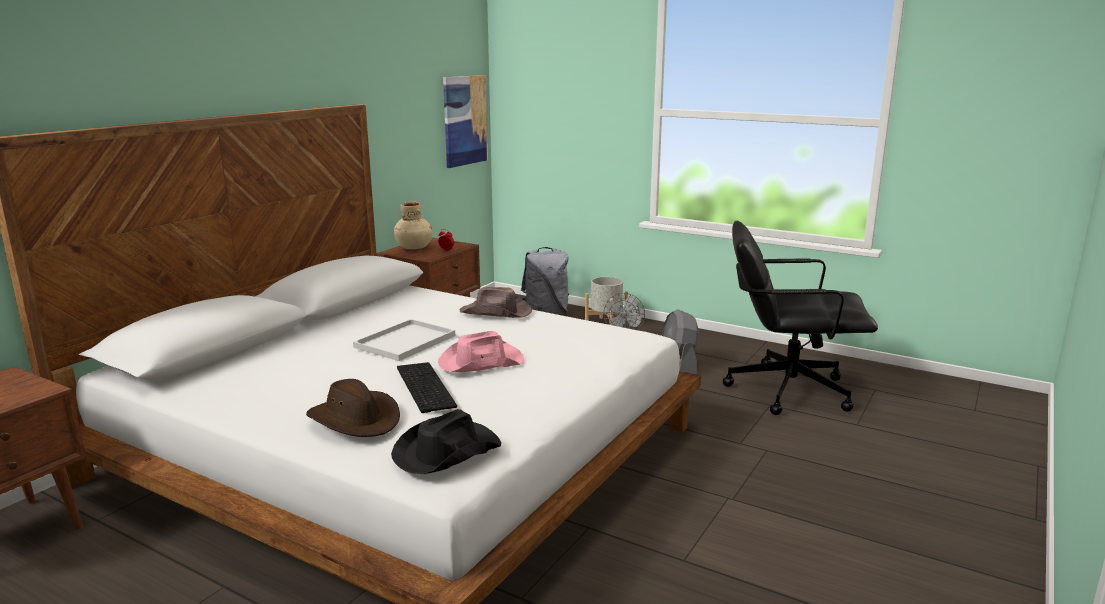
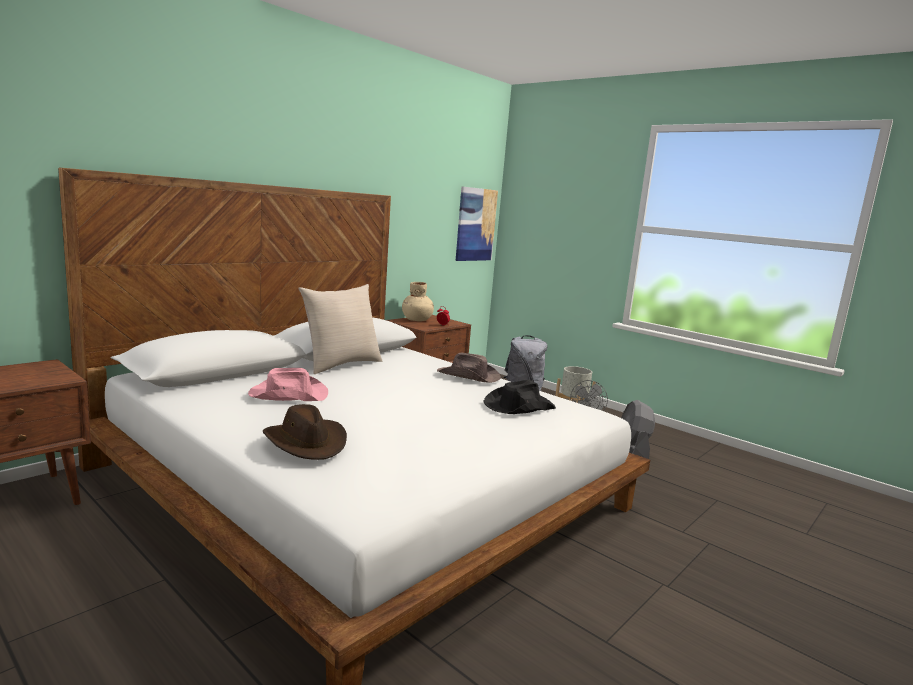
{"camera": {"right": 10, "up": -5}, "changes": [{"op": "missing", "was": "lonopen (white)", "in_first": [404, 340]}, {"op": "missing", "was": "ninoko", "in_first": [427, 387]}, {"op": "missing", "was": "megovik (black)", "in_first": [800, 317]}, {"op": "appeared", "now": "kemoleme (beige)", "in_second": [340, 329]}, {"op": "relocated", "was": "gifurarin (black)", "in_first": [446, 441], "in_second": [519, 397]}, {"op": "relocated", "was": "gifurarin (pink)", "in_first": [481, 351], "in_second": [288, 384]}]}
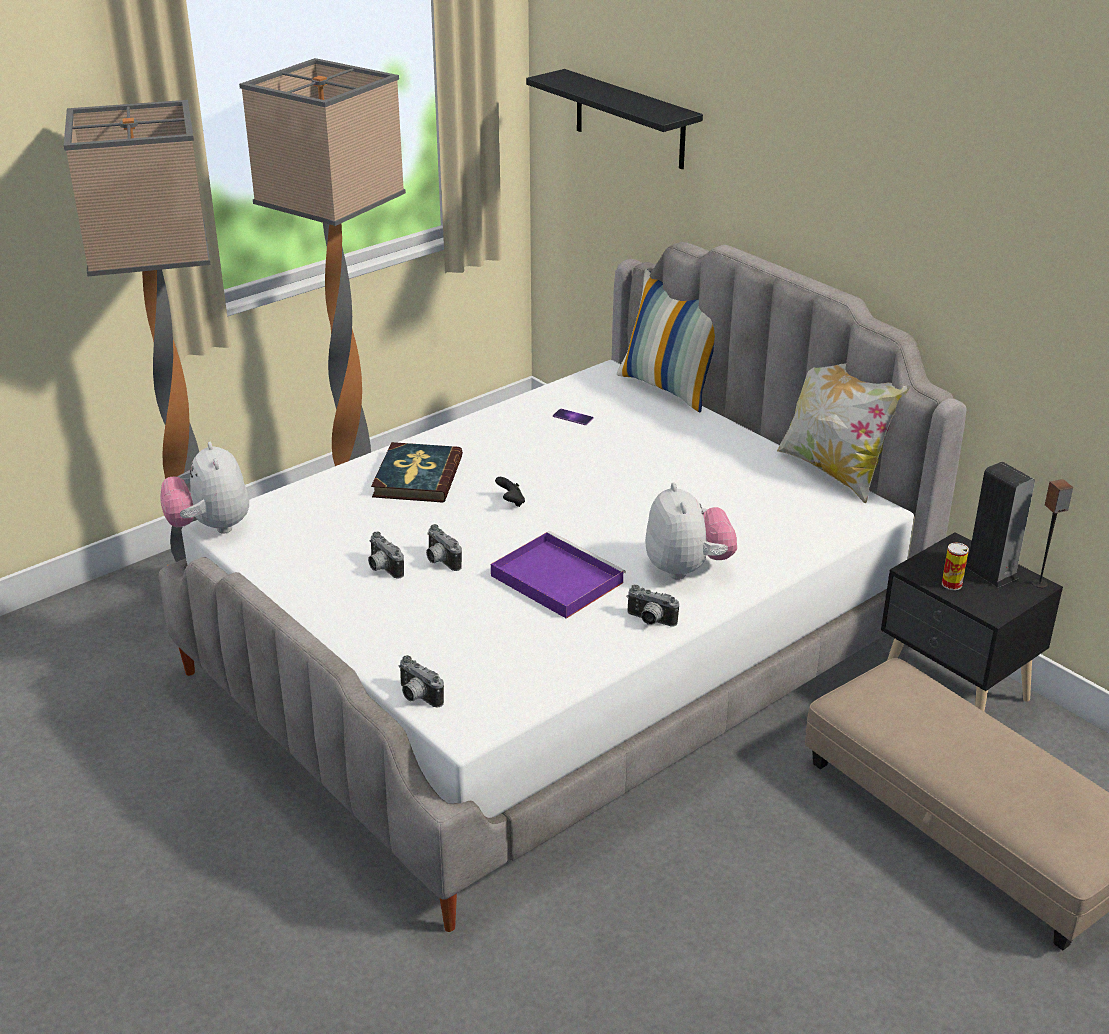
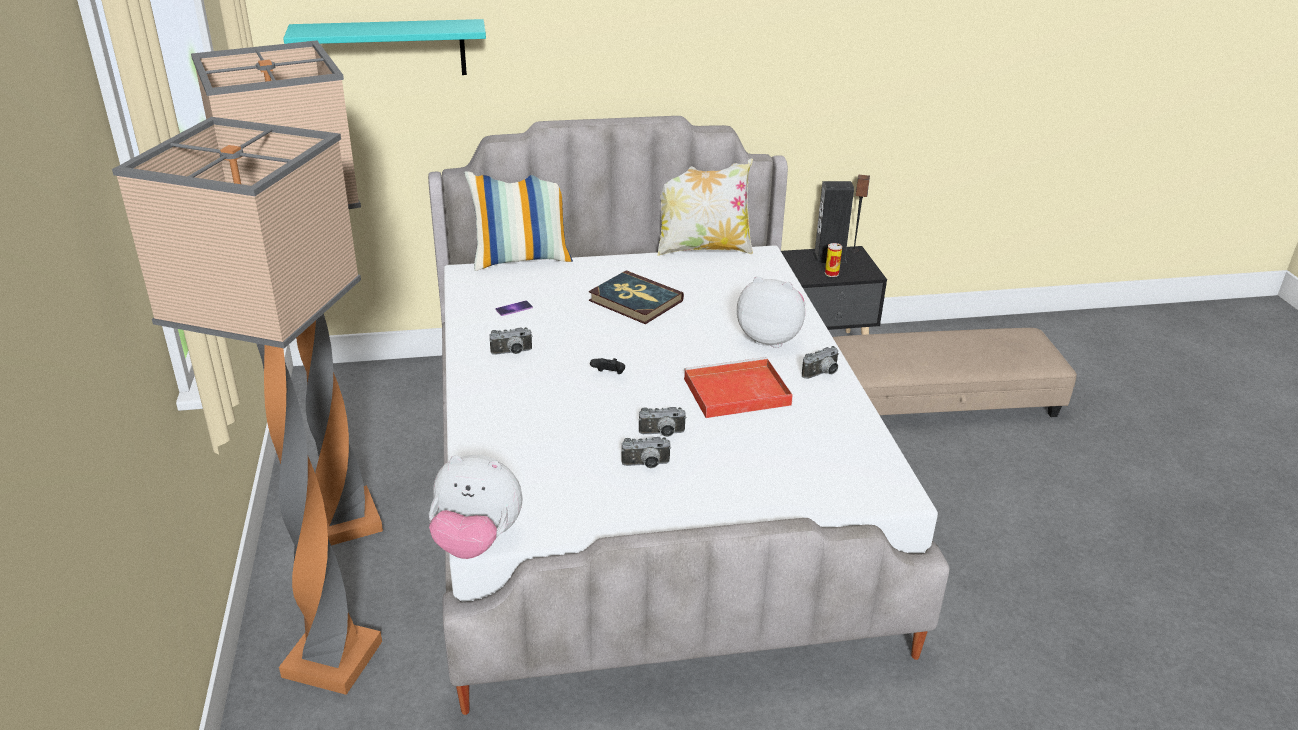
{"camera": {"right": -60, "up": 0}, "changes": [{"op": "relocated", "was": "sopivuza", "in_first": [417, 472], "in_second": [636, 297]}, {"op": "relocated", "was": "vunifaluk", "in_first": [421, 681], "in_second": [511, 341]}, {"op": "colour", "was": "lonopen (purple)", "now": "lonopen (red)", "in_first": [558, 575], "in_second": [738, 387]}, {"op": "colour", "was": "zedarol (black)", "now": "zedarol (turquoise)", "in_first": [614, 119], "in_second": [384, 47]}]}
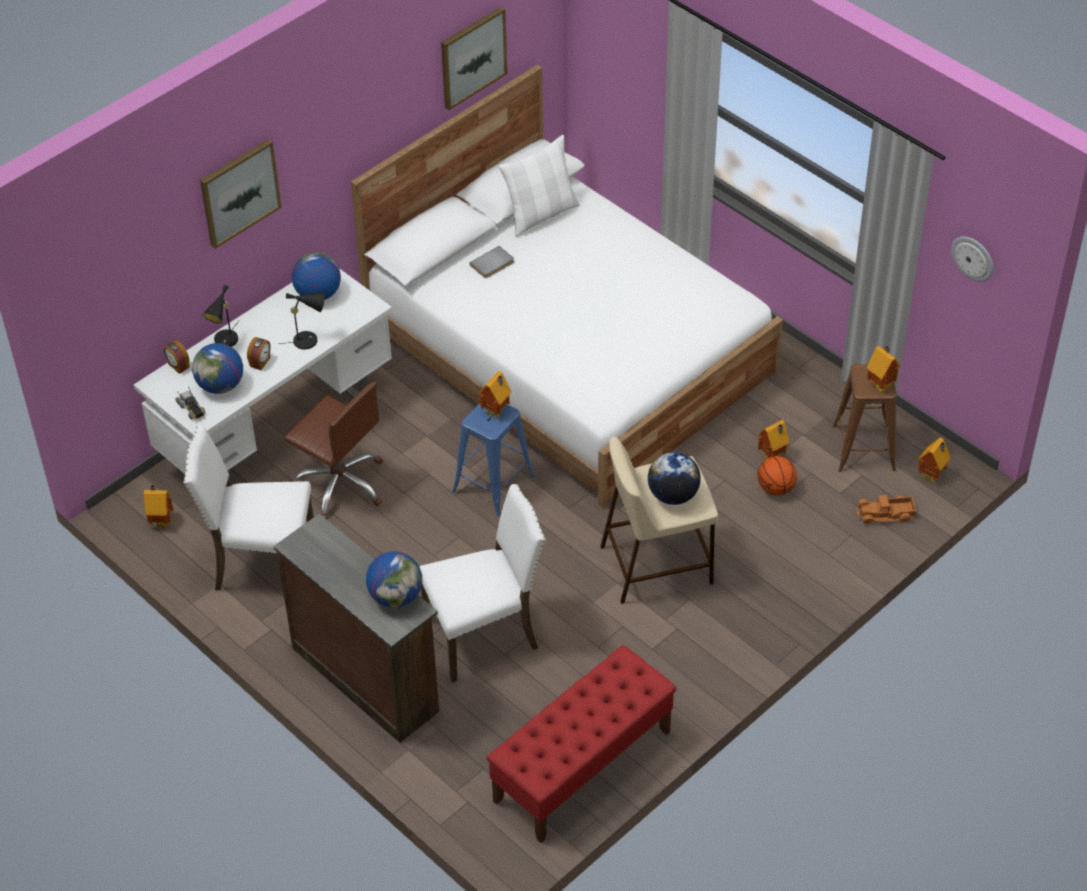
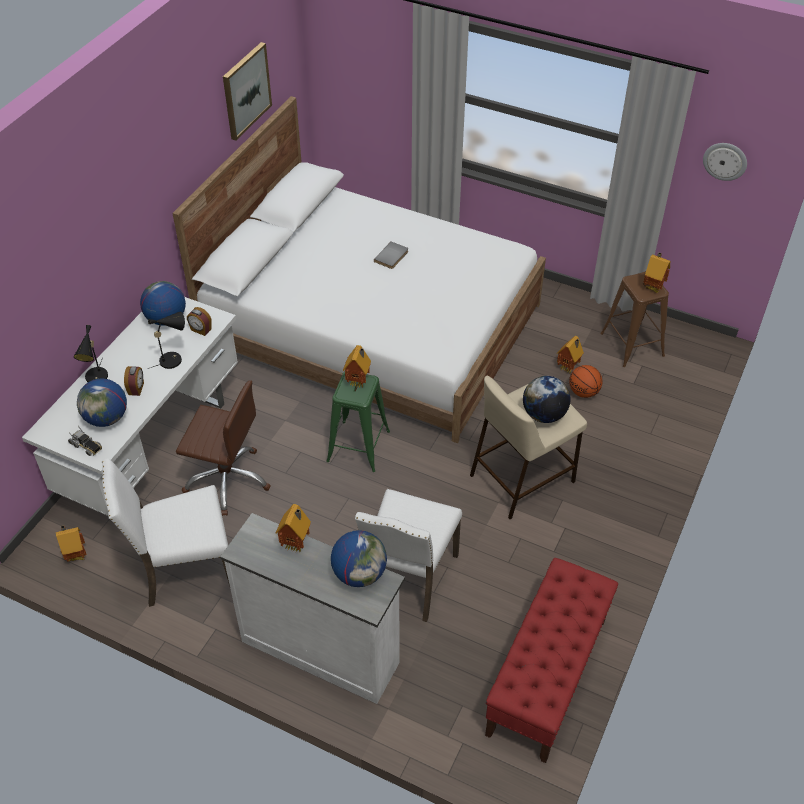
{"camera": {"right": -20, "up": 0}, "changes": [{"op": "missing", "was": "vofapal", "in_first": [241, 194]}, {"op": "missing", "was": "kemoleme (white)", "in_first": [539, 185]}, {"op": "missing", "was": "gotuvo", "in_first": [886, 509]}, {"op": "relocated", "was": "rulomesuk", "in_first": [177, 357], "in_second": [199, 321]}, {"op": "relocated", "was": "sopivuza (grey)", "in_first": [492, 262], "in_second": [391, 255]}, {"op": "relocated", "was": "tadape", "in_first": [934, 460], "in_second": [293, 528]}, {"op": "colour", "was": "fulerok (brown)", "now": "fulerok (white)", "in_first": [356, 628], "in_second": [312, 608]}, {"op": "colour", "was": "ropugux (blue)", "now": "ropugux (green)", "in_first": [493, 459], "in_second": [358, 421]}, {"op": "spun", "was": "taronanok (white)", "in_first": [482, 583], "in_second": [408, 555], "clockwise": 150}]}
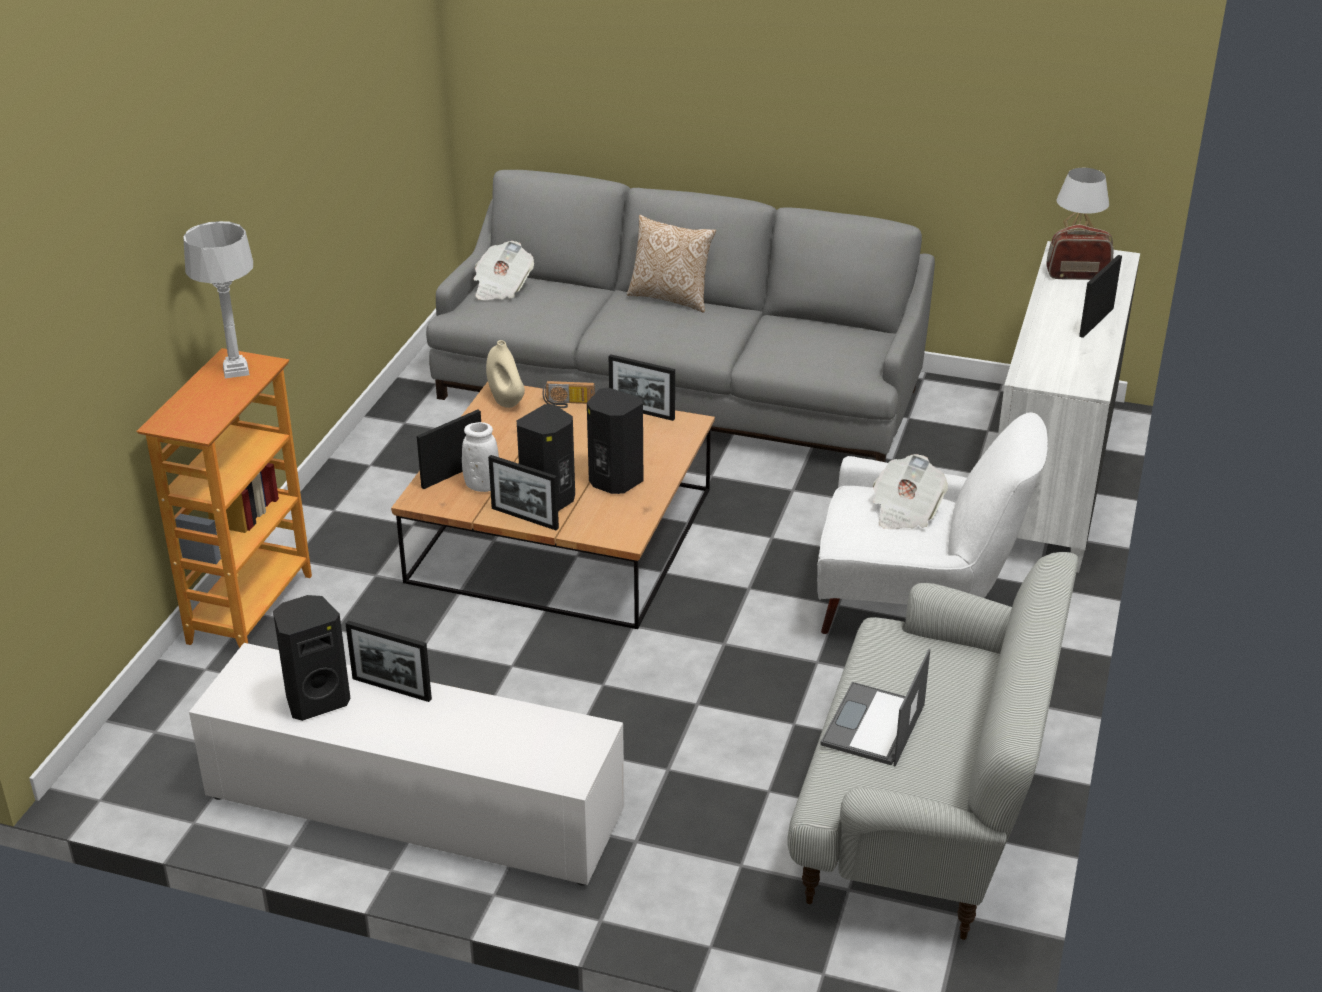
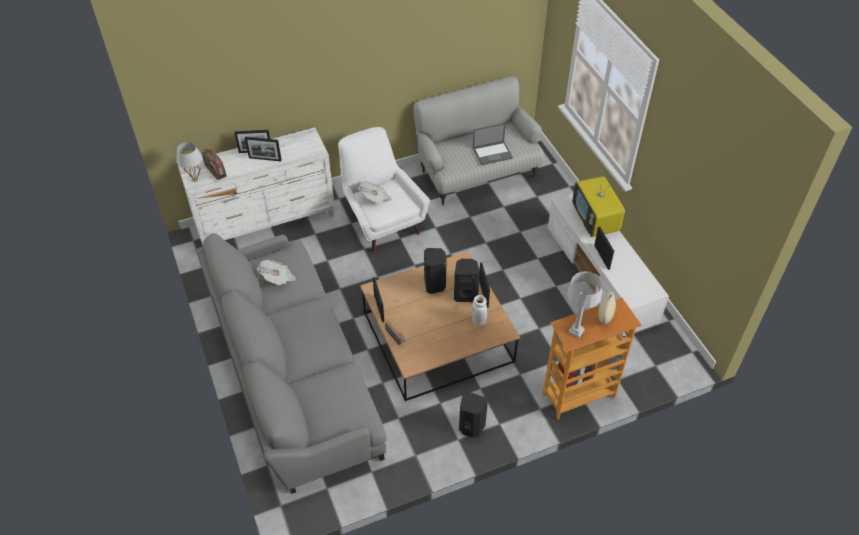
{"camera": {"right": -130, "up": 15}, "changes": [{"op": "missing", "was": "kemoleme", "in_first": [671, 264]}, {"op": "appeared", "now": "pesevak", "in_second": [598, 204]}, {"op": "relocated", "was": "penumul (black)", "in_first": [312, 658], "in_second": [473, 414]}, {"op": "relocated", "was": "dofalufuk", "in_first": [449, 449], "in_second": [263, 149]}, {"op": "relocated", "was": "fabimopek", "in_first": [504, 270], "in_second": [276, 272]}, {"op": "relocated", "was": "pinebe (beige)", "in_first": [505, 374], "in_second": [607, 308]}]}
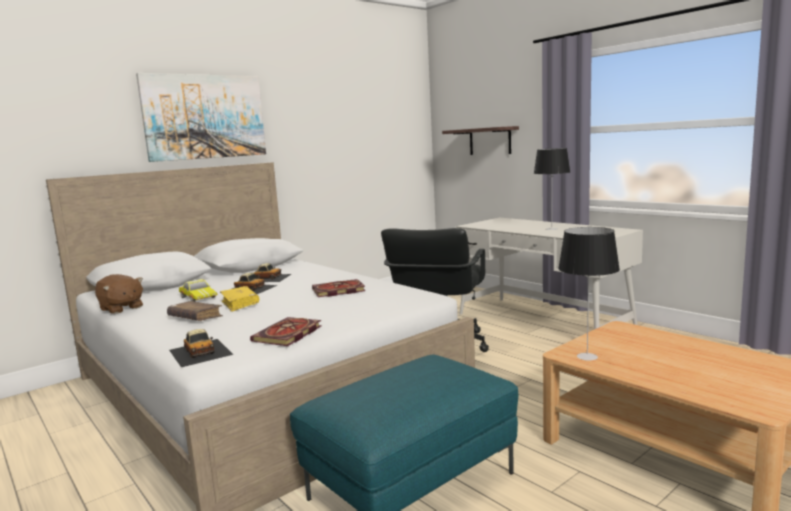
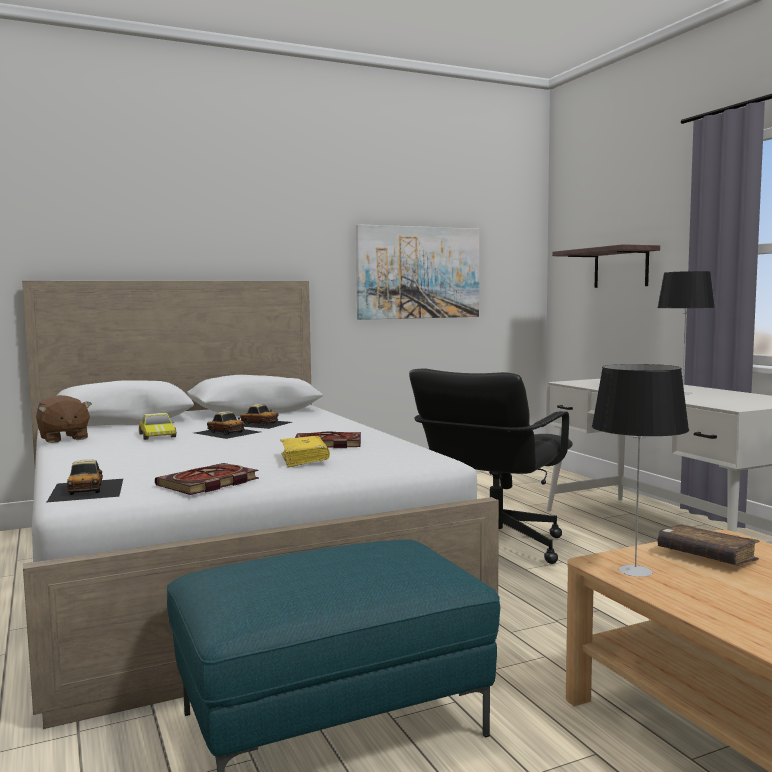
{"camera": {"right": 15, "up": -5}, "changes": [{"op": "relocated", "was": "vofapal", "in_first": [201, 117], "in_second": [417, 272]}, {"op": "relocated", "was": "sopivuza (brown)", "in_first": [195, 311], "in_second": [709, 545]}, {"op": "relocated", "was": "sopivuza (yellow)", "in_first": [239, 299], "in_second": [305, 452]}]}
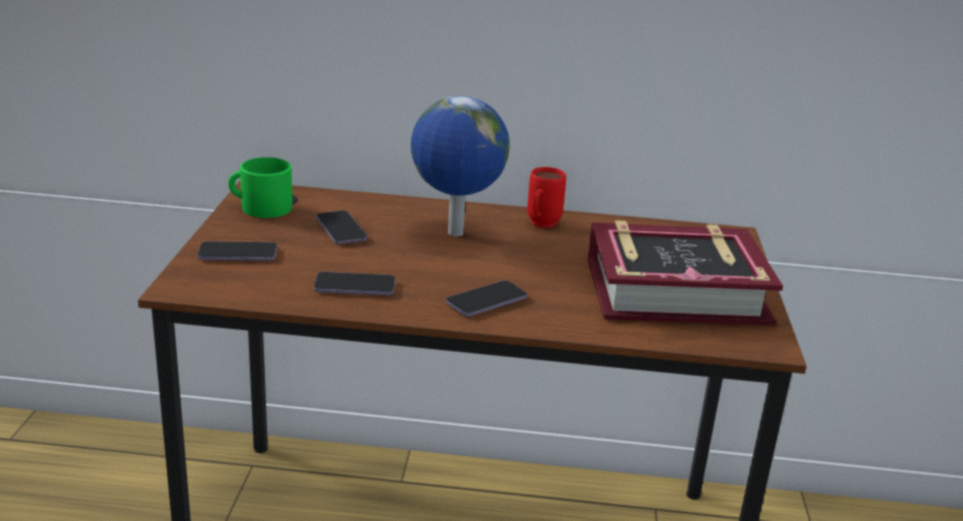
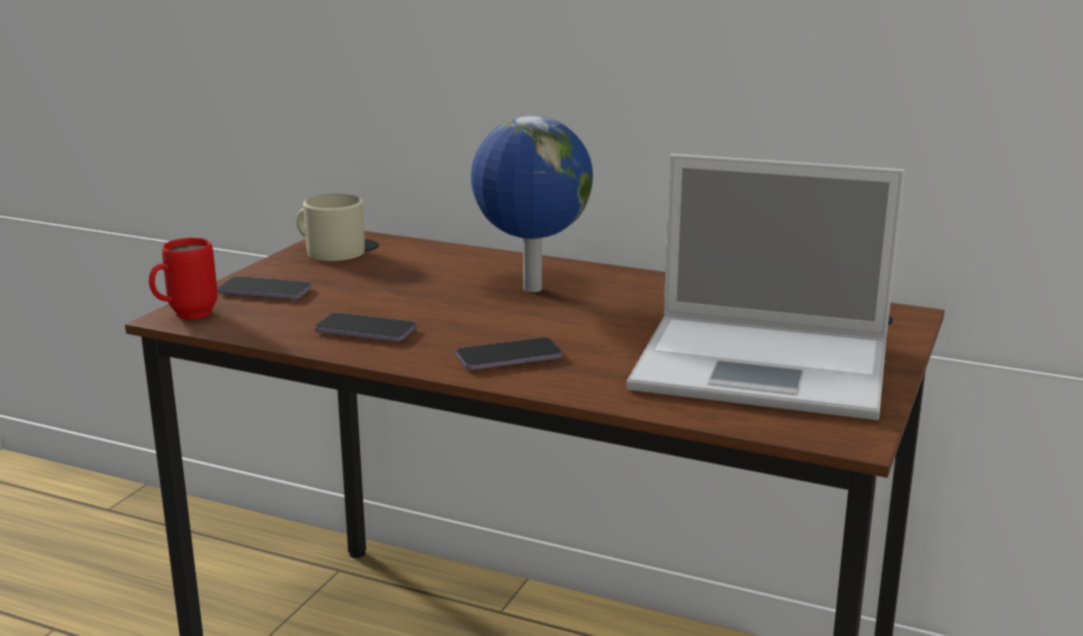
{"camera": {"right": 20, "up": -5}, "changes": [{"op": "missing", "was": "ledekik", "in_first": [341, 227]}, {"op": "relocated", "was": "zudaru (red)", "in_first": [546, 197], "in_second": [183, 279]}, {"op": "exchanged", "was": "sopivuza", "now": "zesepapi", "in_first": [685, 273], "in_second": [766, 287]}, {"op": "colour", "was": "zudaru (green)", "now": "zudaru (beige)", "in_first": [260, 187], "in_second": [330, 227]}]}
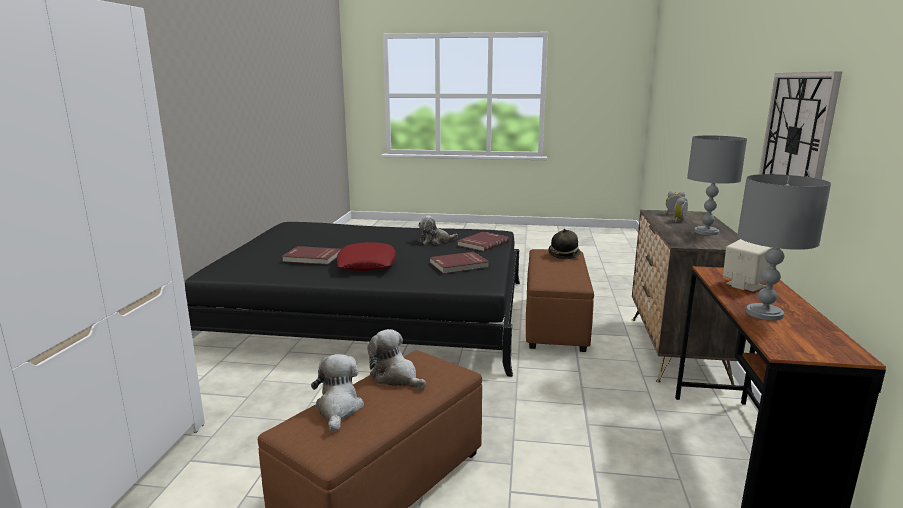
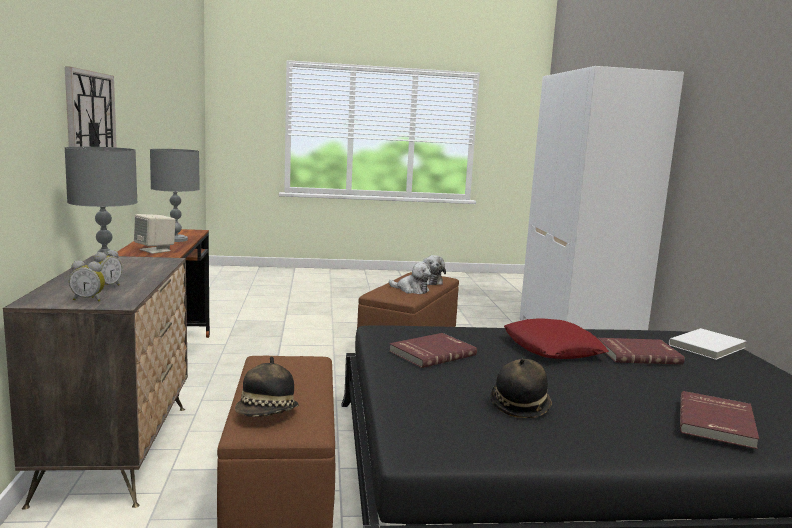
{"camera": {"right": 165, "up": -5}, "changes": [{"op": "appeared", "now": "sopivuza (white)", "in_second": [707, 344]}, {"op": "relocated", "was": "sopivuza (red)", "in_first": [483, 241], "in_second": [719, 420]}, {"op": "exchanged", "was": "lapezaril", "now": "gifurarin", "in_first": [438, 230], "in_second": [521, 388]}]}
